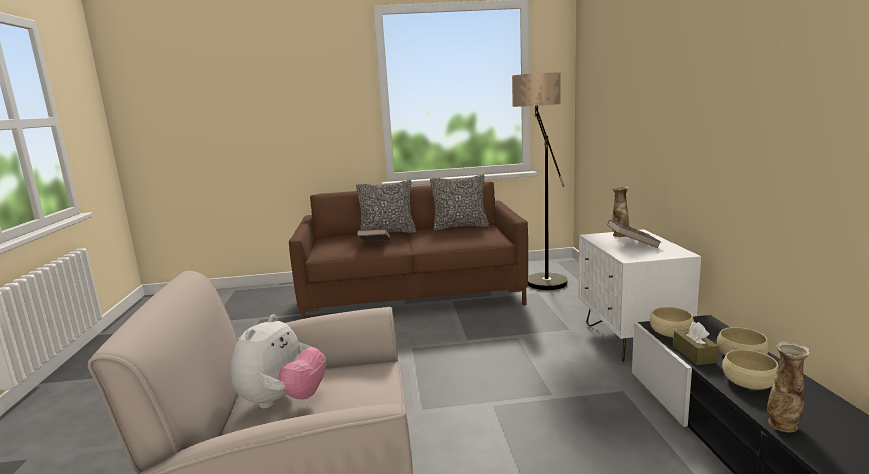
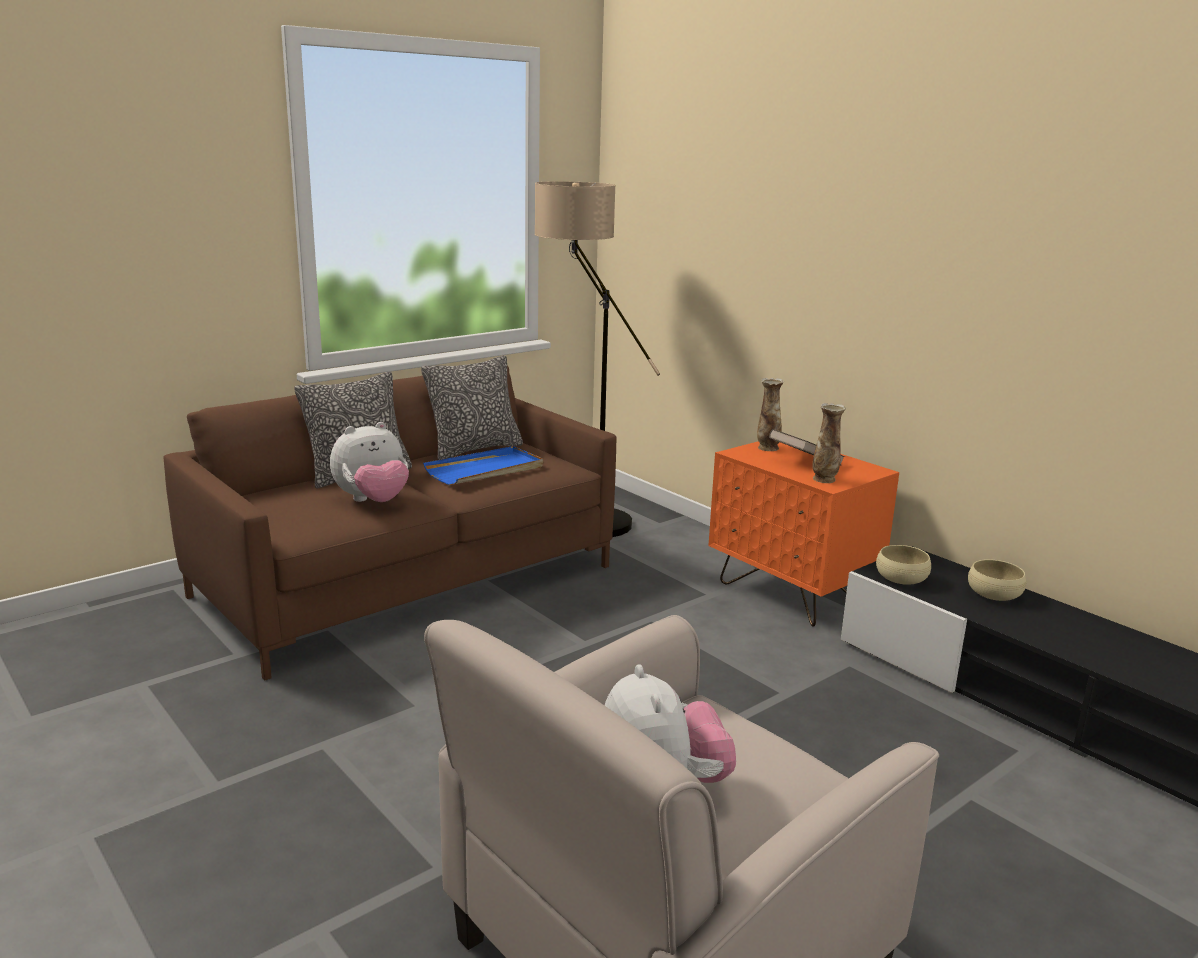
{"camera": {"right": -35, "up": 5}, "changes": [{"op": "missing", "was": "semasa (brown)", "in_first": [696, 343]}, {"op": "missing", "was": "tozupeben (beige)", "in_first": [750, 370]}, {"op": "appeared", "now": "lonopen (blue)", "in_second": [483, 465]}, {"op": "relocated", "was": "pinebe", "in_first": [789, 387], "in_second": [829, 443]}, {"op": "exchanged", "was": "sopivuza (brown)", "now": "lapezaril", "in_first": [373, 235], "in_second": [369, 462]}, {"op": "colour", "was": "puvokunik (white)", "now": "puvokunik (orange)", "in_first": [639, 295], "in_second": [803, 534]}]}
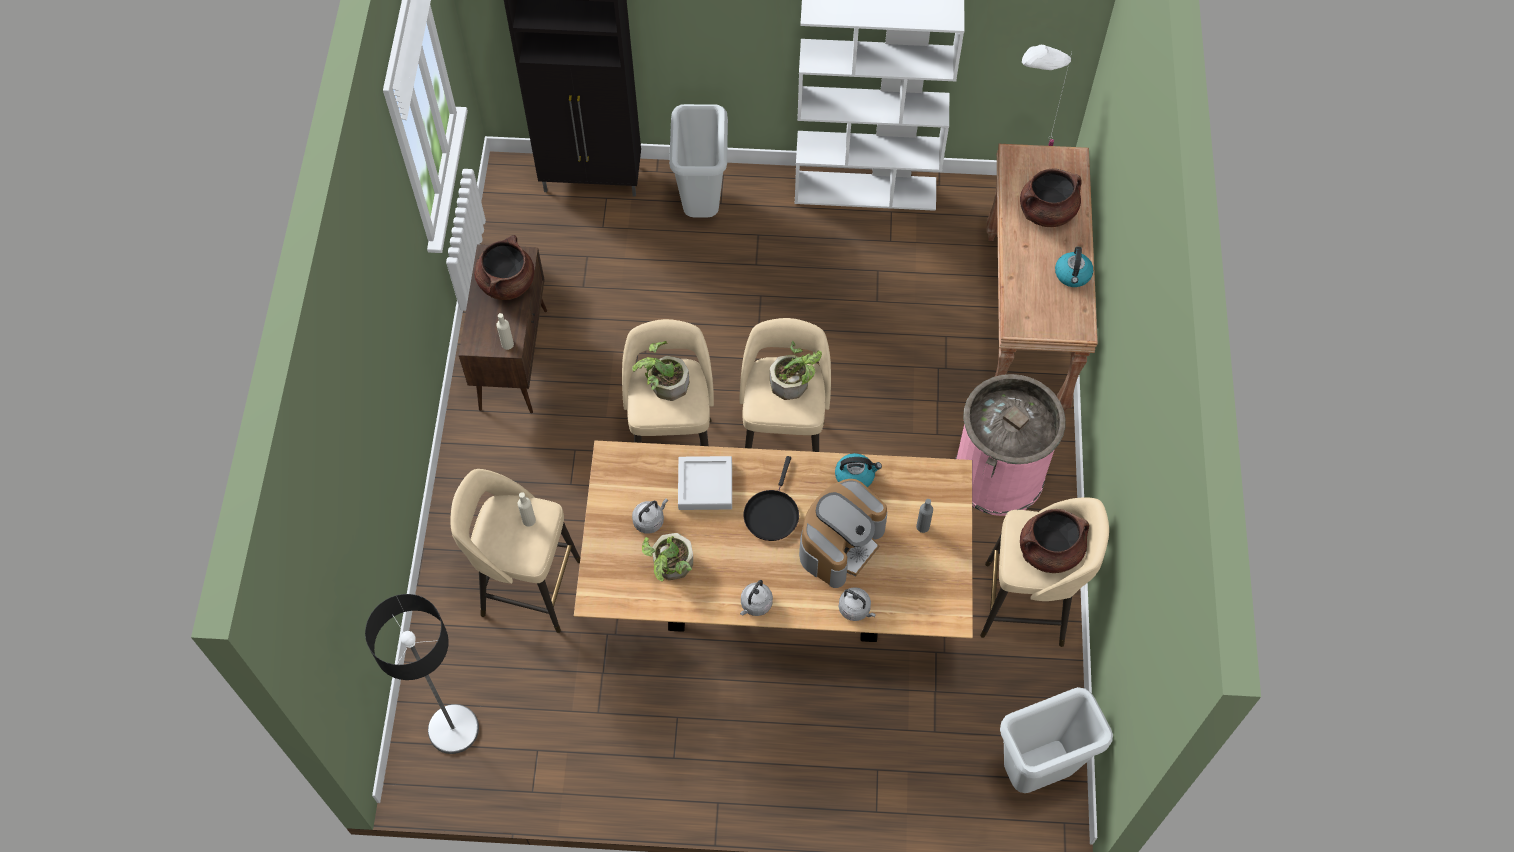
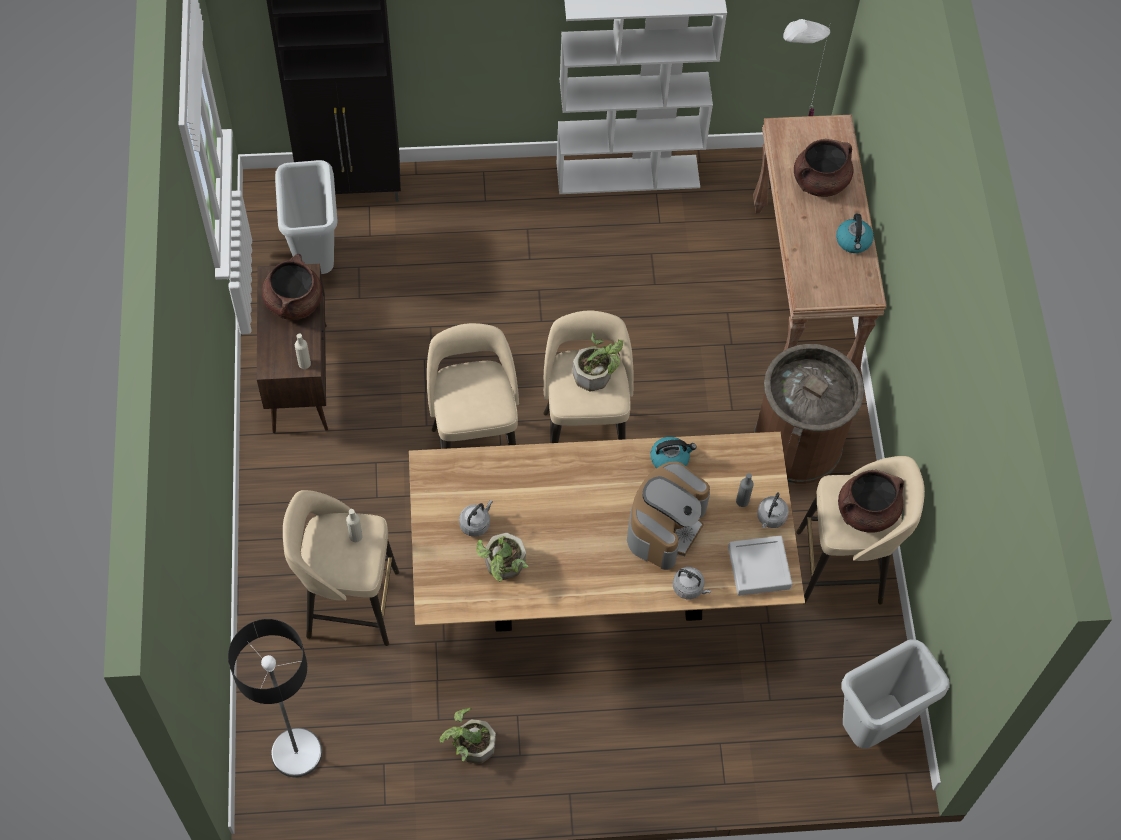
{"camera": {"right": -10, "up": 0}, "changes": [{"op": "missing", "was": "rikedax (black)", "in_first": [771, 498]}, {"op": "relocated", "was": "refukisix", "in_first": [660, 371], "in_second": [468, 736]}, {"op": "relocated", "was": "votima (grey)", "in_first": [698, 160], "in_second": [306, 217]}, {"op": "relocated", "was": "lonopen (grey)", "in_first": [705, 483], "in_second": [760, 566]}, {"op": "relocated", "was": "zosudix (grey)", "in_first": [756, 598], "in_second": [773, 510]}, {"op": "colour", "was": "votima (pink)", "now": "votima (brown)", "in_first": [1010, 445], "in_second": [808, 414]}]}
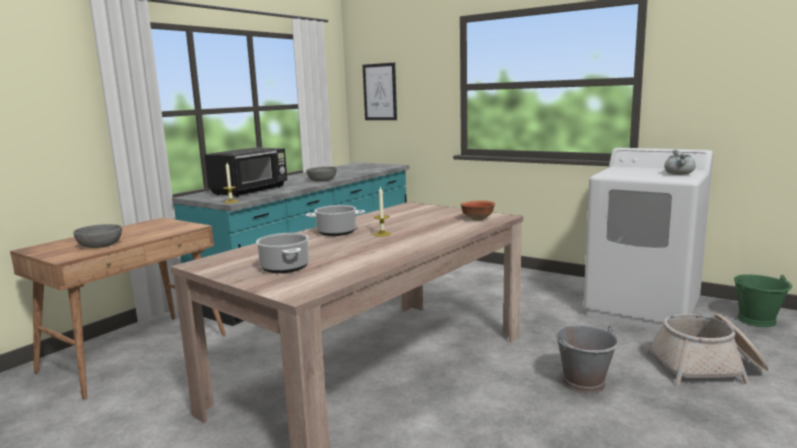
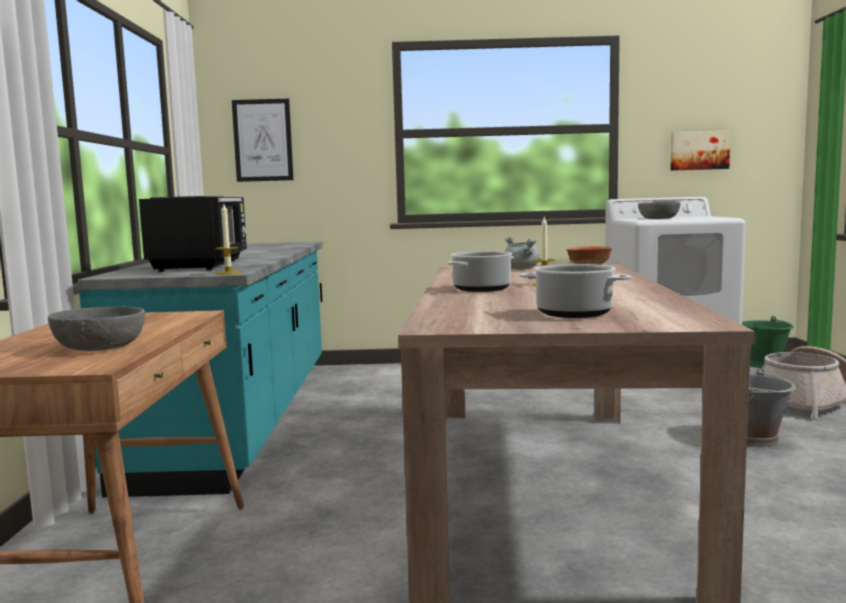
{"camera": {"right": -35, "up": -5}, "changes": [{"op": "appeared", "now": "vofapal", "in_second": [700, 150]}, {"op": "relocated", "was": "tozupeben (grey)", "in_first": [321, 174], "in_second": [659, 210]}, {"op": "relocated", "was": "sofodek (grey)", "in_first": [679, 162], "in_second": [522, 253]}]}
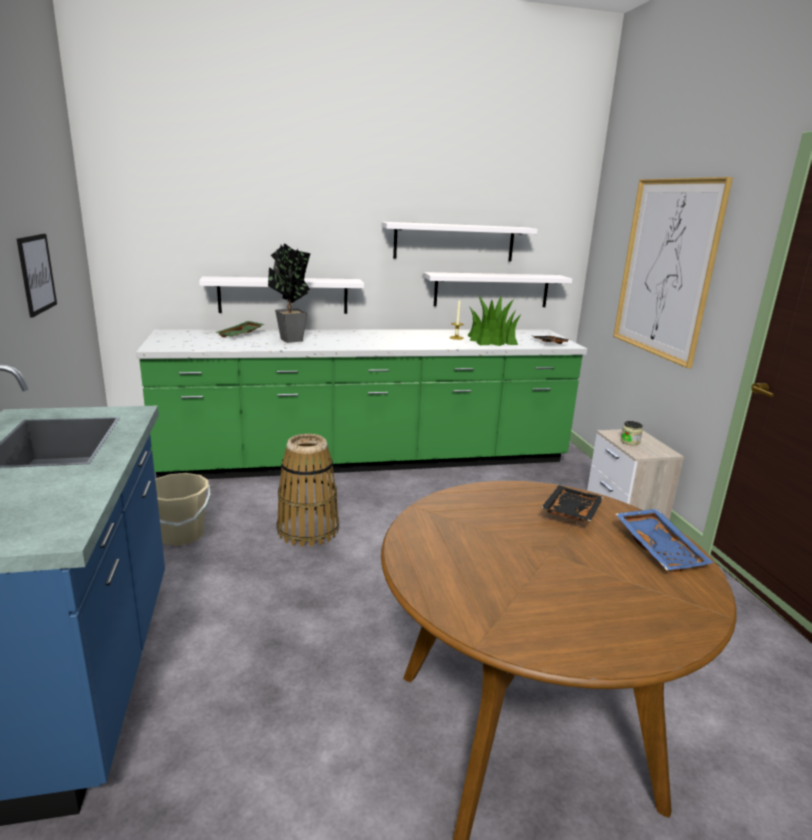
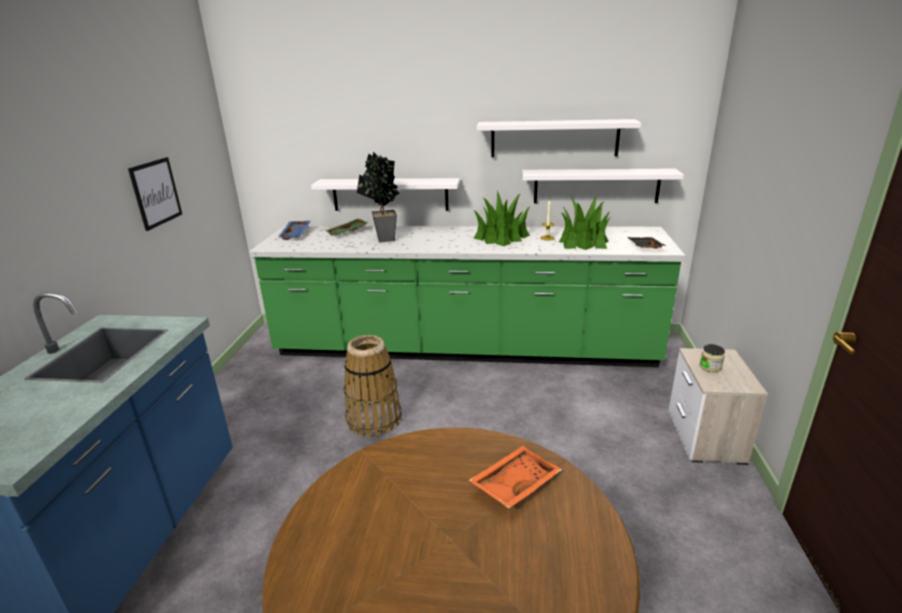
{"camera": {"right": 20, "up": 5}, "changes": [{"op": "missing", "was": "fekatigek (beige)", "in_first": [182, 509]}, {"op": "missing", "was": "vofapal", "in_first": [673, 272]}, {"op": "appeared", "now": "refukisix", "in_second": [501, 218]}, {"op": "relocated", "was": "lonopen (blue)", "in_first": [664, 540], "in_second": [294, 230]}, {"op": "colour", "was": "lonopen (black)", "now": "lonopen (orange)", "in_first": [572, 503], "in_second": [515, 477]}]}
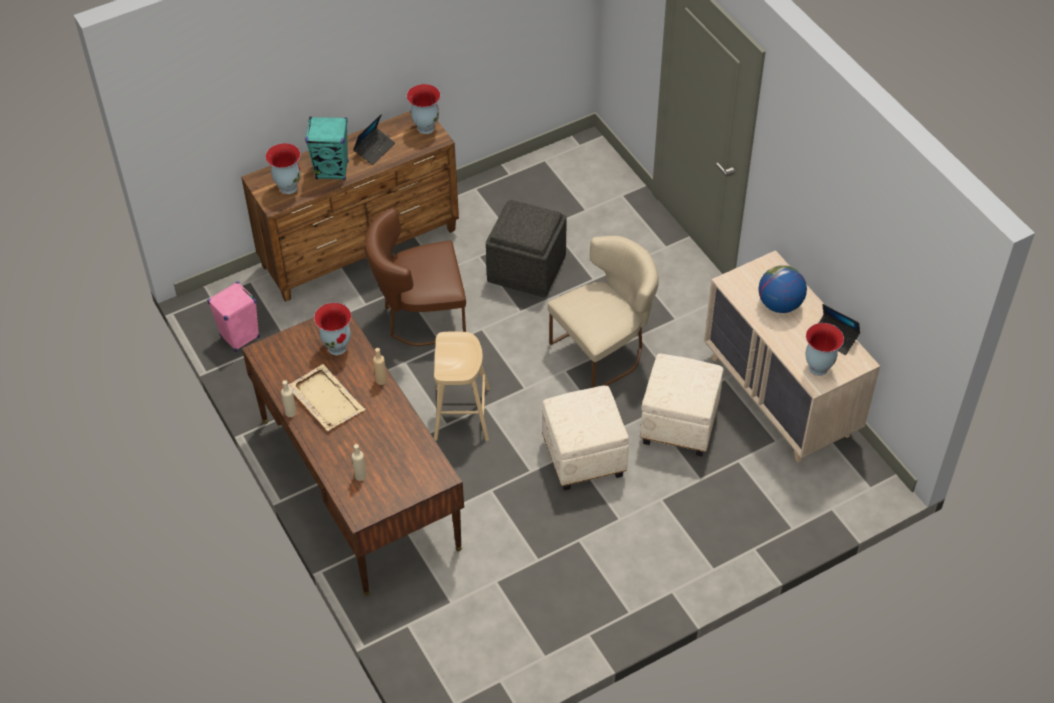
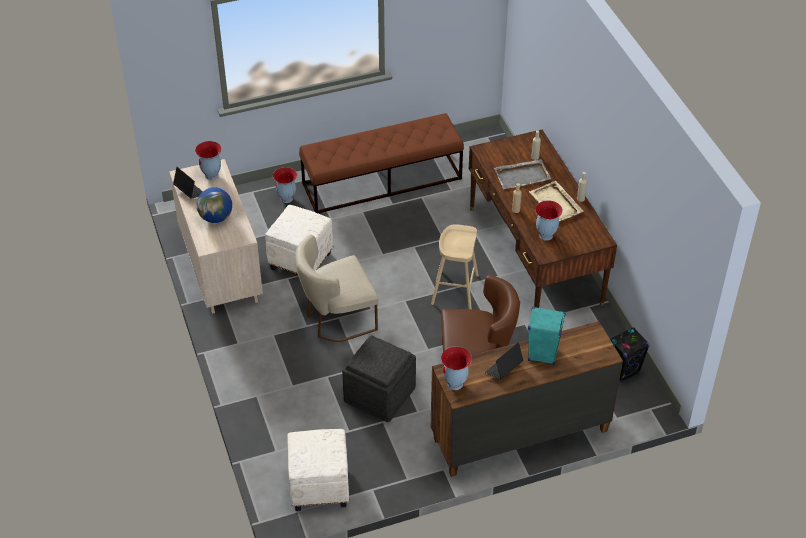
{"camera": {"right": -170, "up": -5}, "changes": [{"op": "appeared", "now": "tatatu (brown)", "in_second": [381, 163]}, {"op": "appeared", "now": "lonopen (grey)", "in_second": [522, 174]}, {"op": "relocated", "was": "pinebe", "in_first": [283, 168], "in_second": [285, 185]}, {"op": "relocated", "was": "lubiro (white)", "in_first": [585, 438], "in_second": [318, 470]}, {"op": "colour", "was": "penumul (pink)", "now": "penumul (black)", "in_first": [233, 316], "in_second": [630, 355]}]}
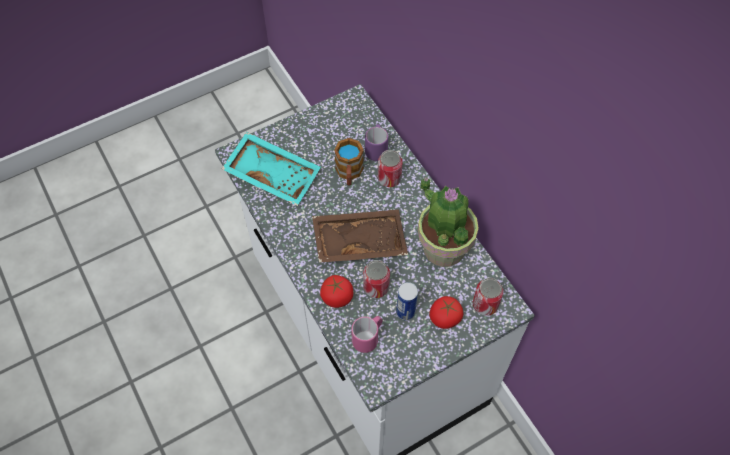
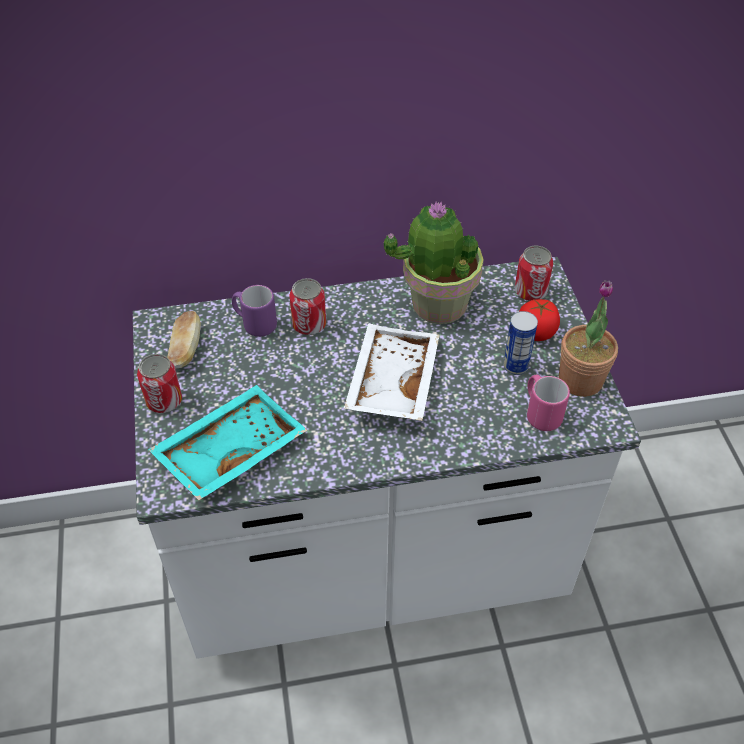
{"camera": {"right": -70, "up": -10}, "changes": [{"op": "missing", "was": "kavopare", "in_first": [336, 291]}, {"op": "missing", "was": "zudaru", "in_first": [349, 161]}, {"op": "appeared", "now": "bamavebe", "in_second": [184, 340]}, {"op": "appeared", "now": "refukisix", "in_second": [588, 338]}, {"op": "relocated", "was": "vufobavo", "in_first": [376, 279], "in_second": [159, 383]}, {"op": "colour", "was": "lonopen (brown)", "now": "lonopen (white)", "in_first": [360, 236], "in_second": [391, 372]}]}
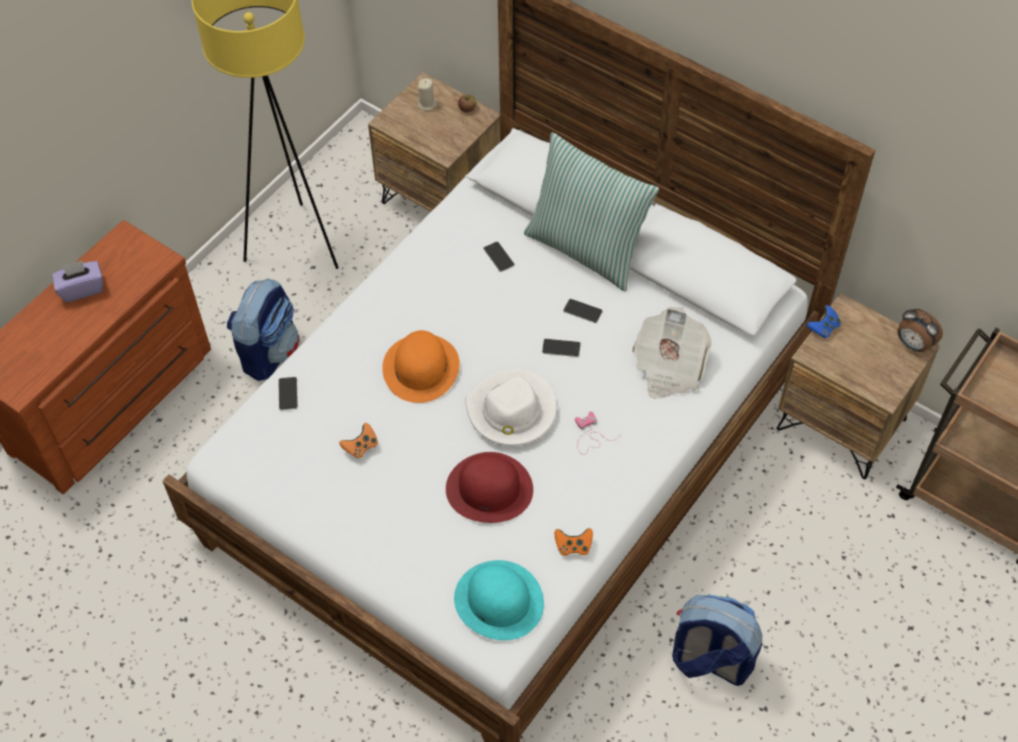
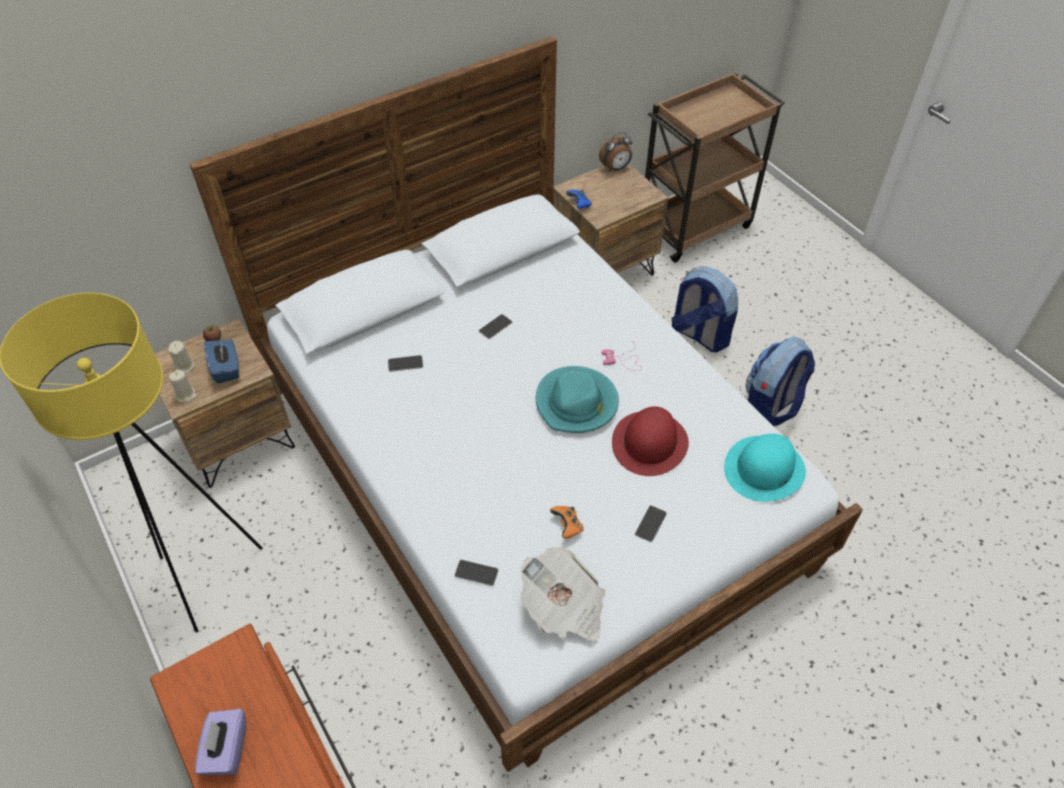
{"camera": {"right": -70, "up": -5}, "changes": [{"op": "missing", "was": "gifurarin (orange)", "in_first": [421, 366]}, {"op": "missing", "was": "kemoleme", "in_first": [591, 212]}, {"op": "missing", "was": "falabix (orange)", "in_first": [574, 542]}, {"op": "appeared", "now": "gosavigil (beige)", "in_second": [183, 386]}, {"op": "appeared", "now": "semasa (blue)", "in_second": [221, 361]}, {"op": "relocated", "was": "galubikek", "in_first": [263, 330], "in_second": [705, 309]}, {"op": "relocated", "was": "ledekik", "in_first": [561, 348], "in_second": [651, 523]}, {"op": "relocated", "was": "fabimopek", "in_first": [672, 353], "in_second": [562, 594]}, {"op": "colour", "was": "gifurarin (white)", "now": "gifurarin (turquoise)", "in_first": [511, 407], "in_second": [577, 399]}]}
